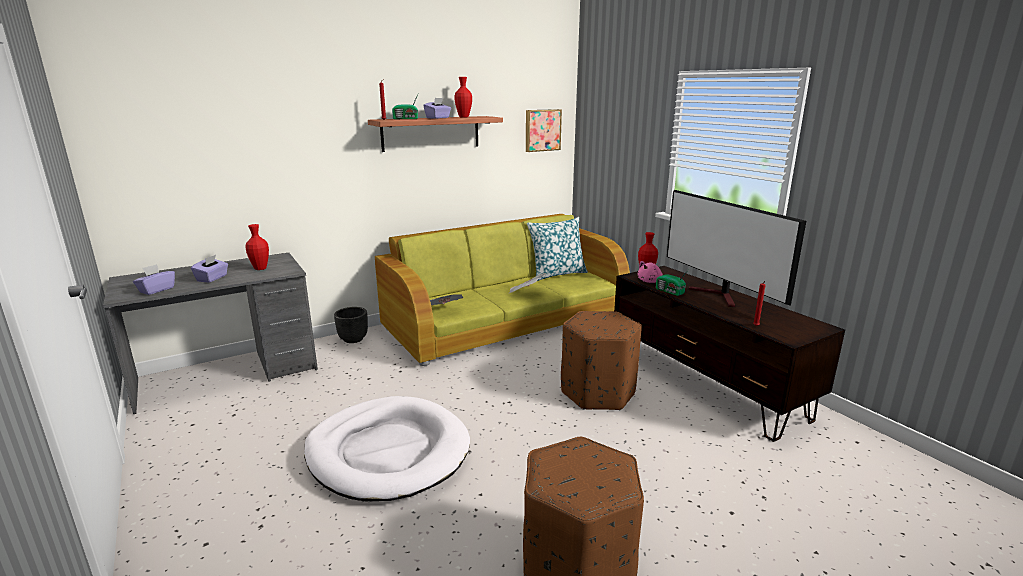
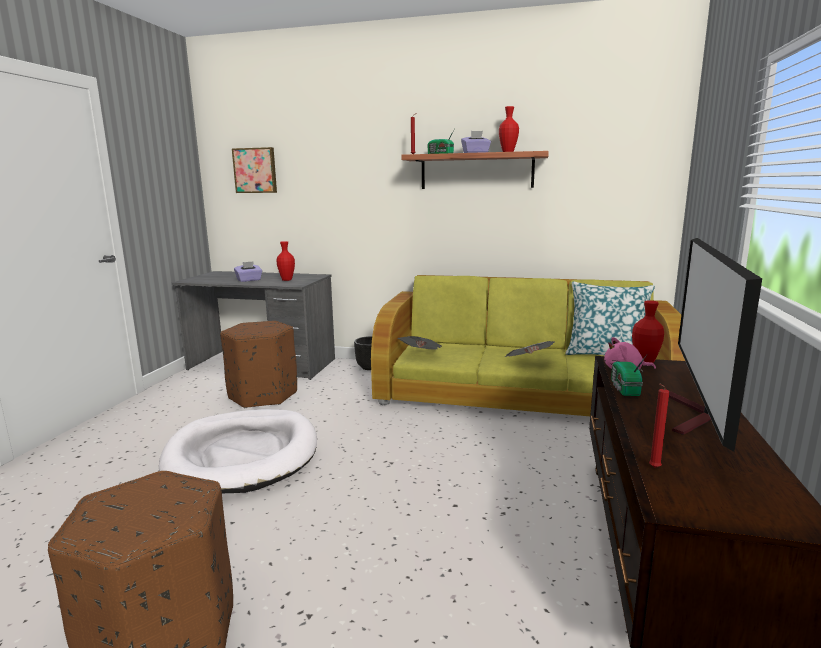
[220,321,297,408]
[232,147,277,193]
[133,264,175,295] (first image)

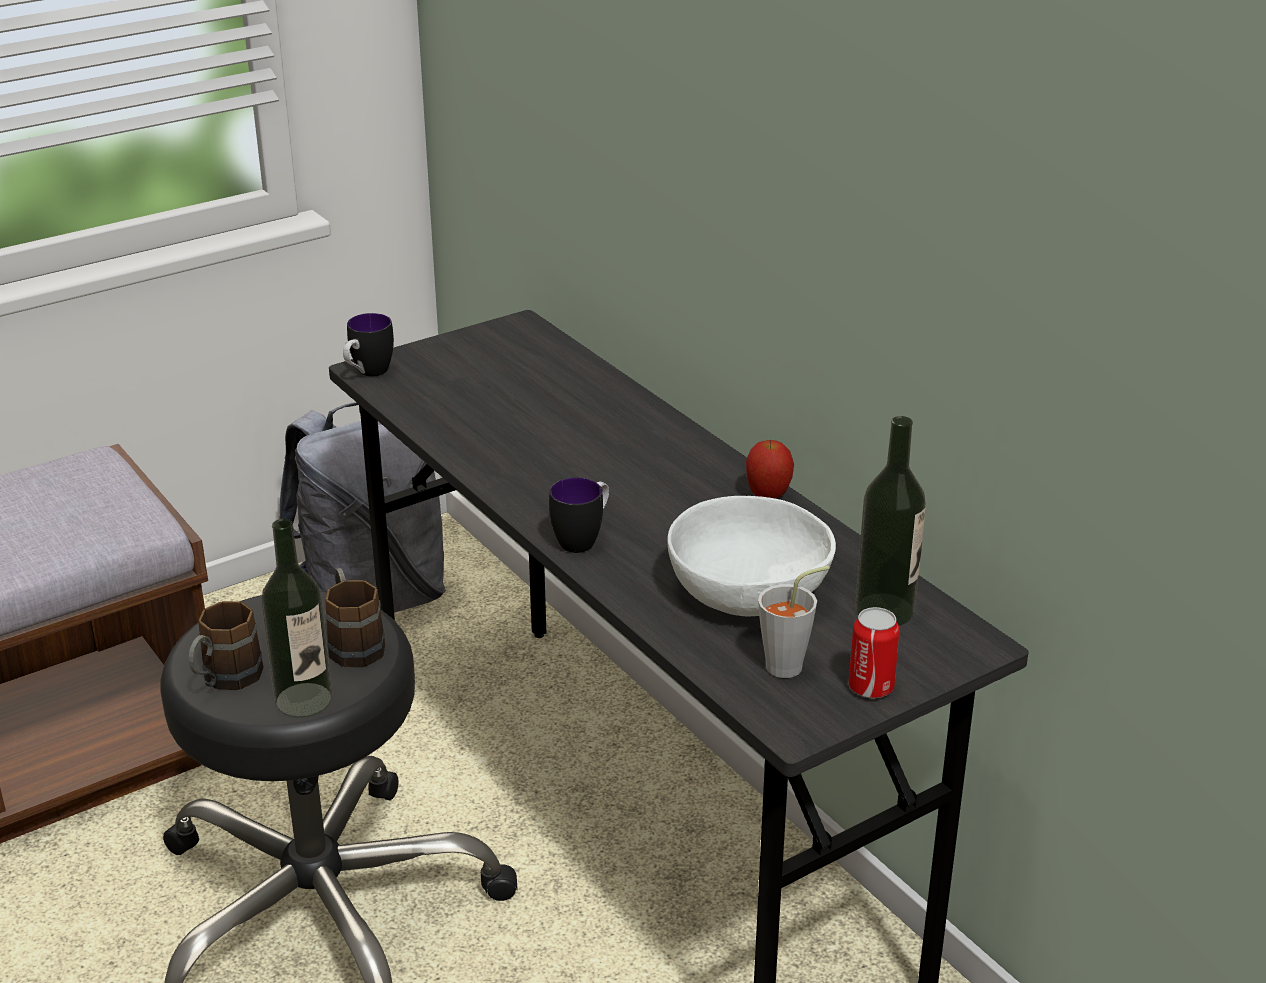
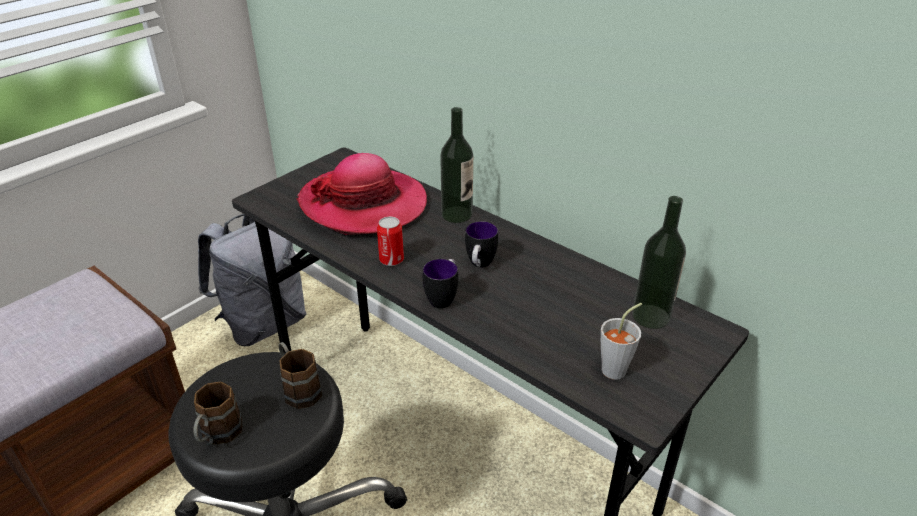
[296,153,427,235]
[377,217,404,266]
[440,107,473,223]
[465,221,498,268]
[667,496,836,616] (first image)
[746,439,794,499] (first image)

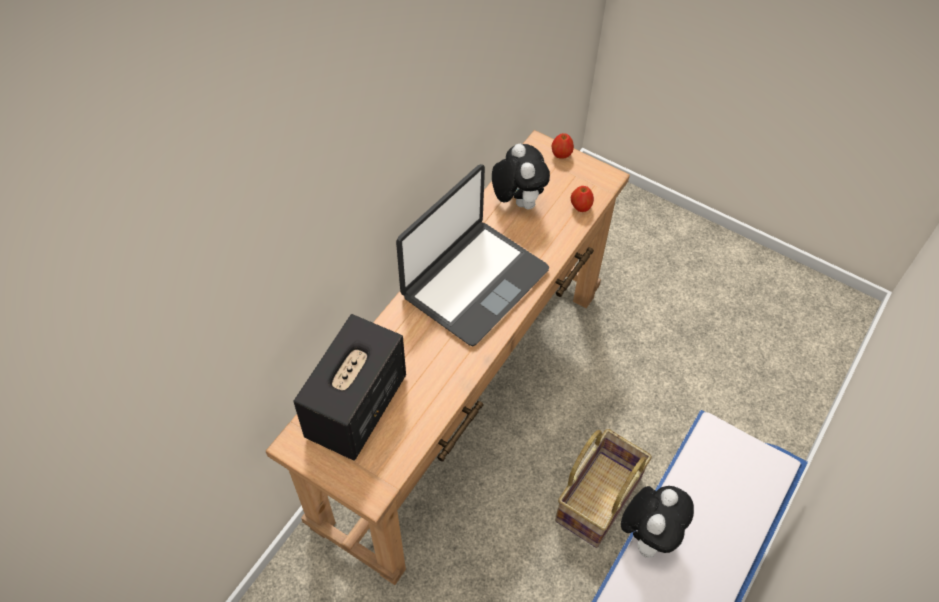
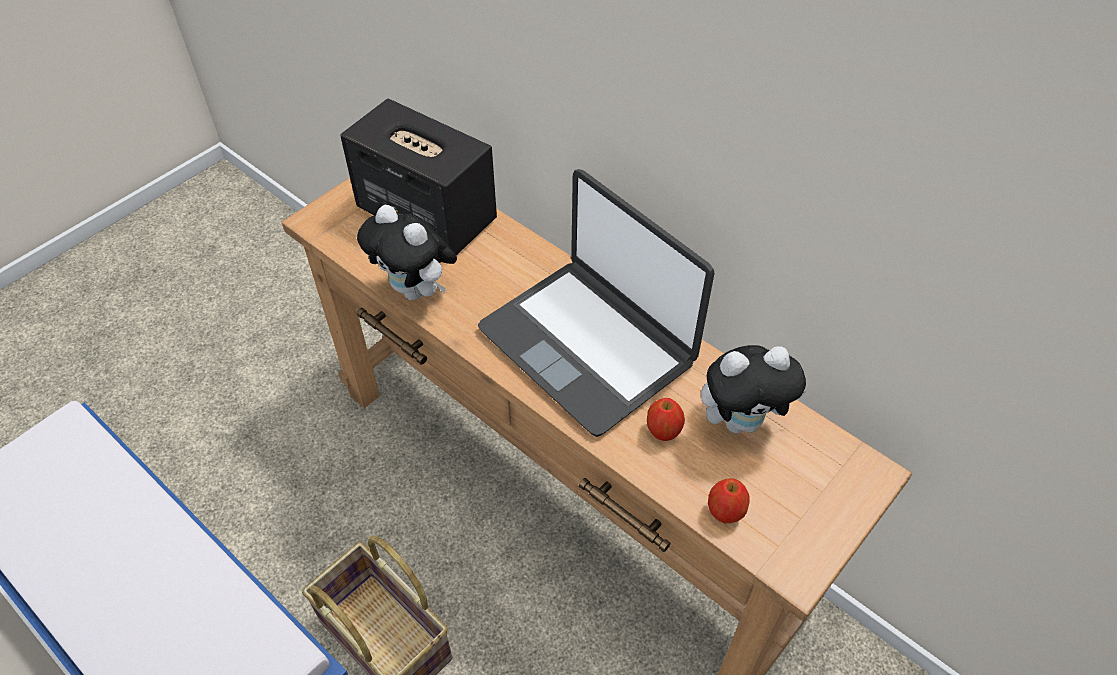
[357,205,457,300]
[647,398,685,441]

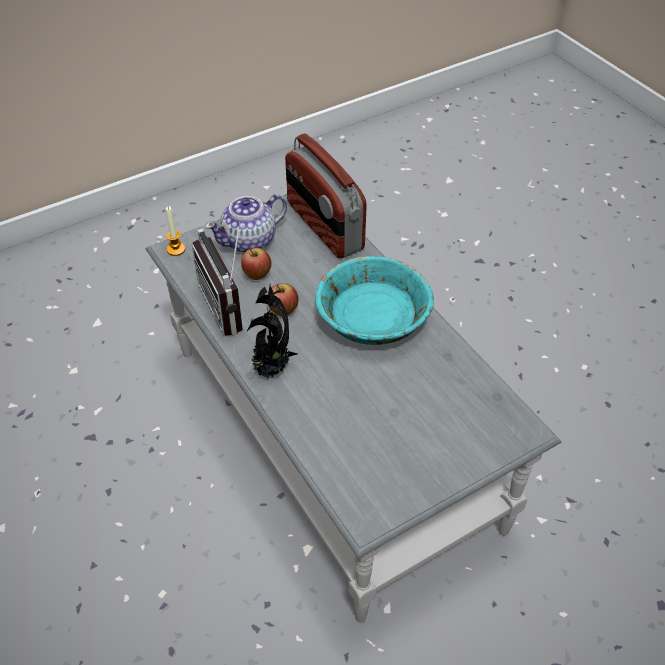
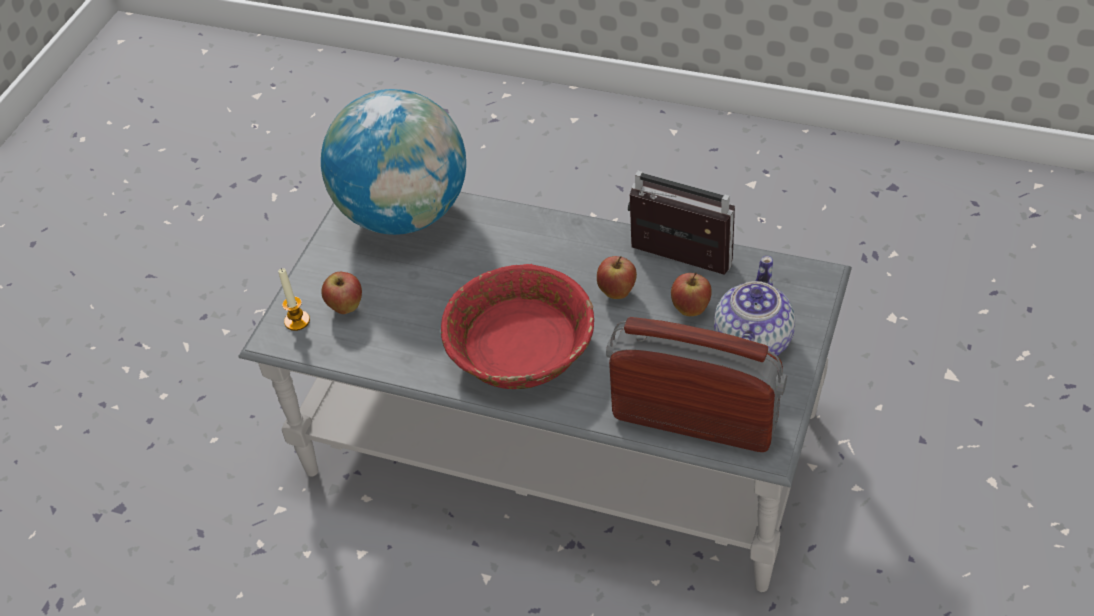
[278,268,310,331]
[321,89,466,235]
[321,272,362,314]
[441,264,594,389]
[247,283,297,378] (first image)

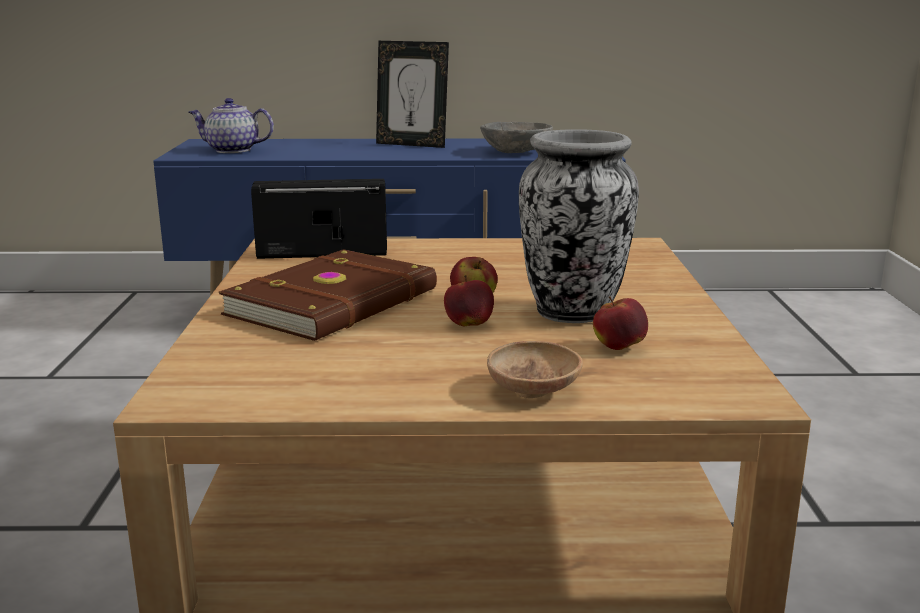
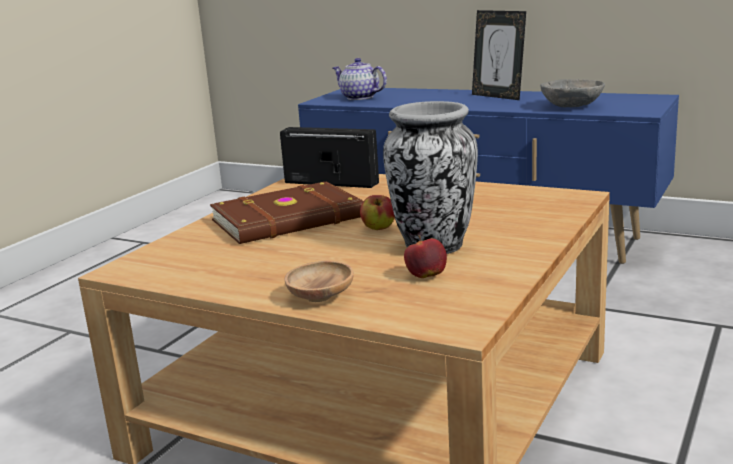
[444,275,494,326] (first image)

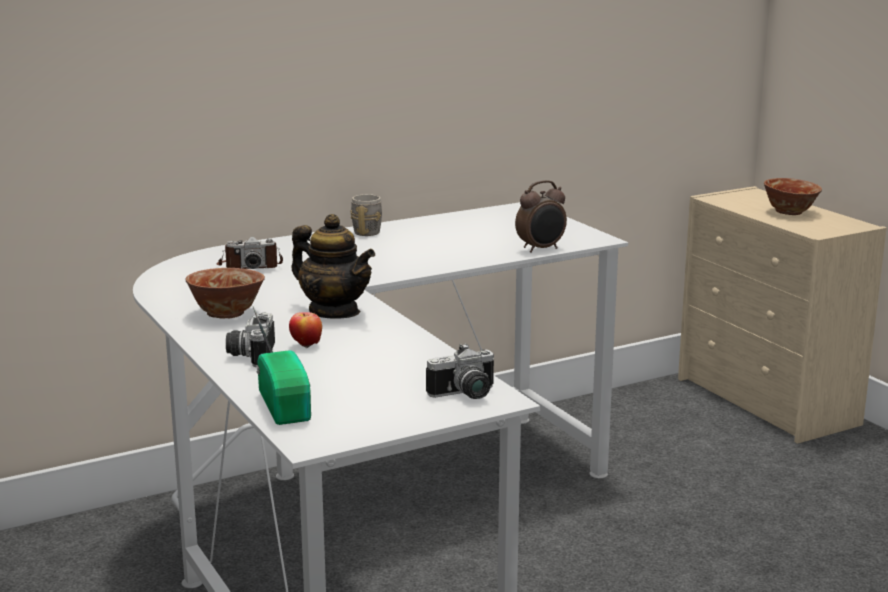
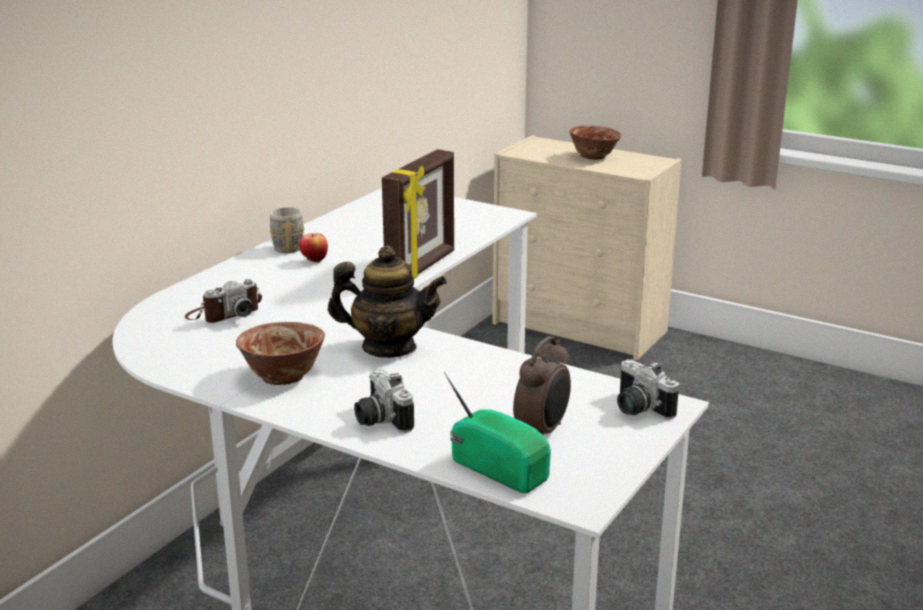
[299,233,328,263]
[382,149,454,279]
[513,336,571,435]
[617,359,679,420]

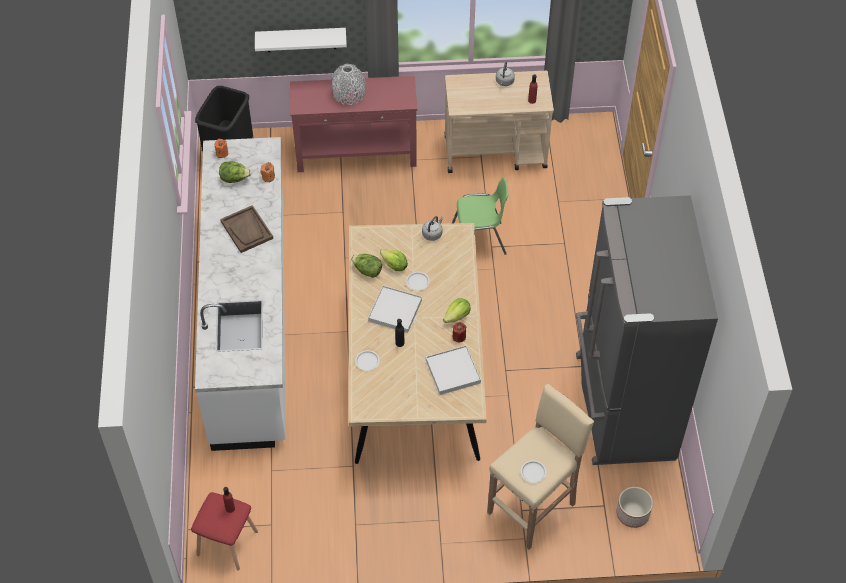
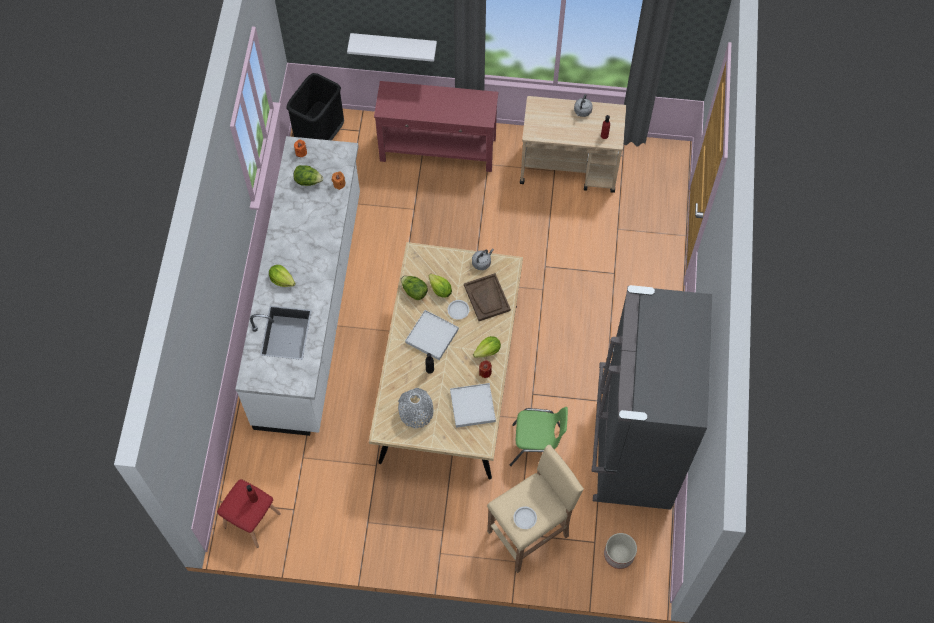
[269,265,295,287]
[398,388,433,428]
[464,273,511,321]
[510,407,568,466]
[355,350,380,371] (first image)

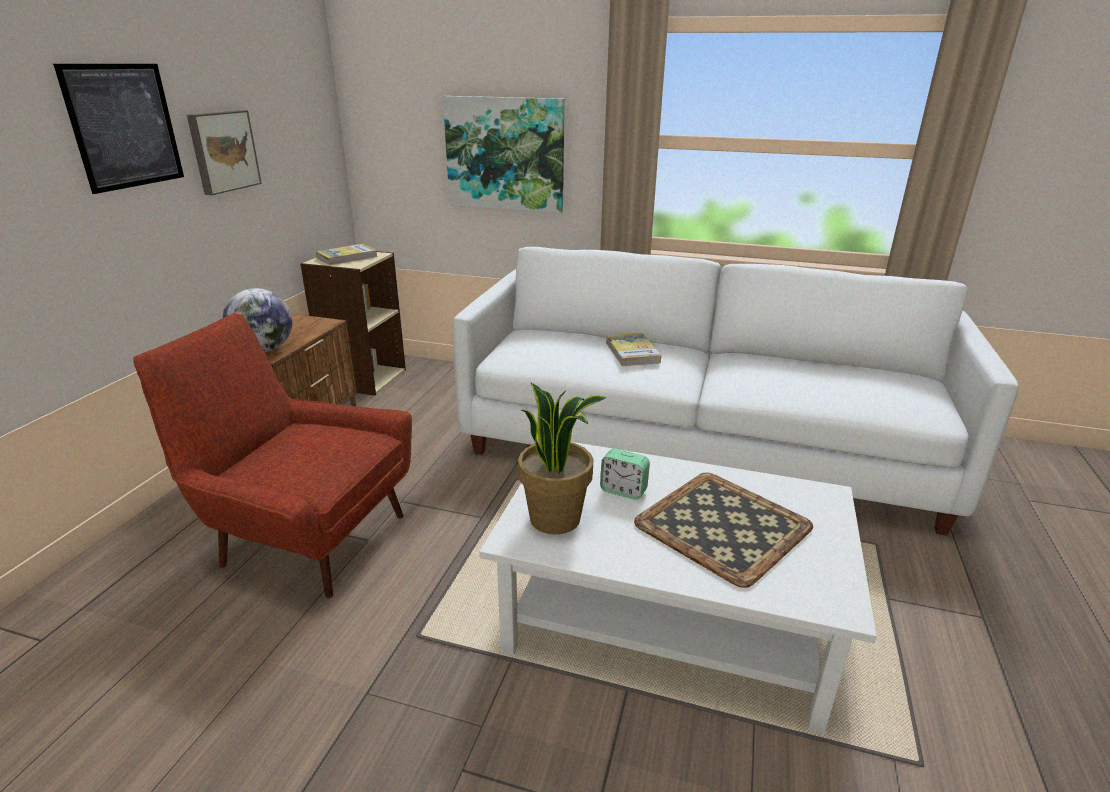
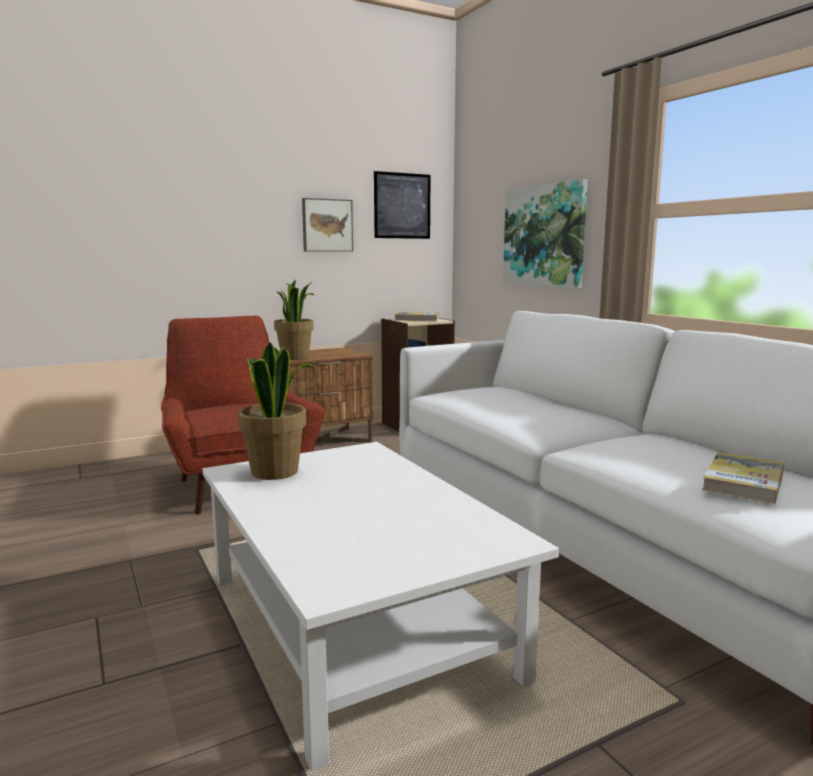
[274,280,314,360]
[374,171,431,239]
[702,452,784,504]
[600,449,650,500] (first image)
[634,473,813,588] (first image)

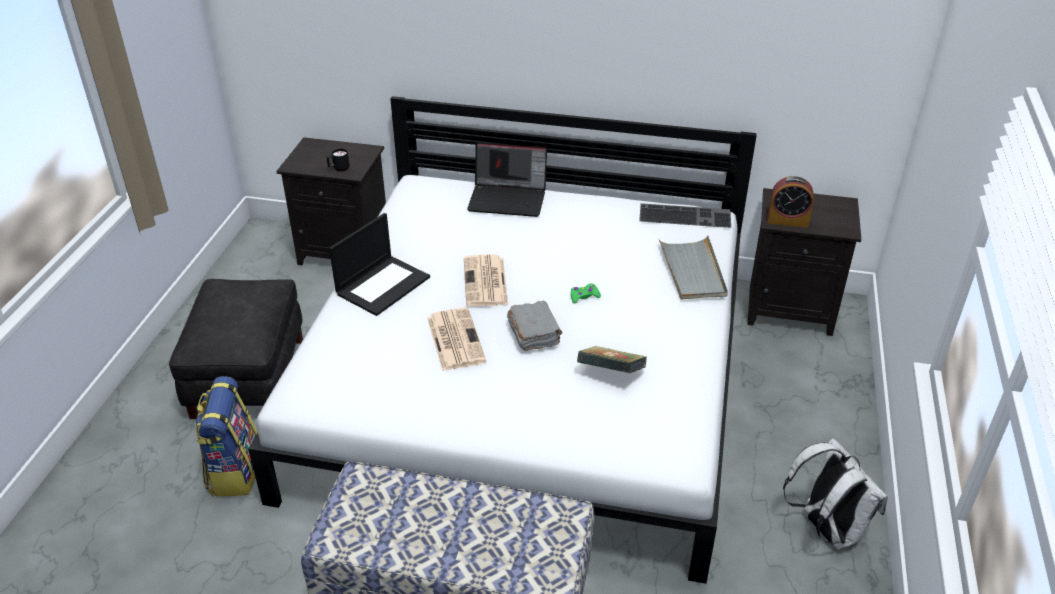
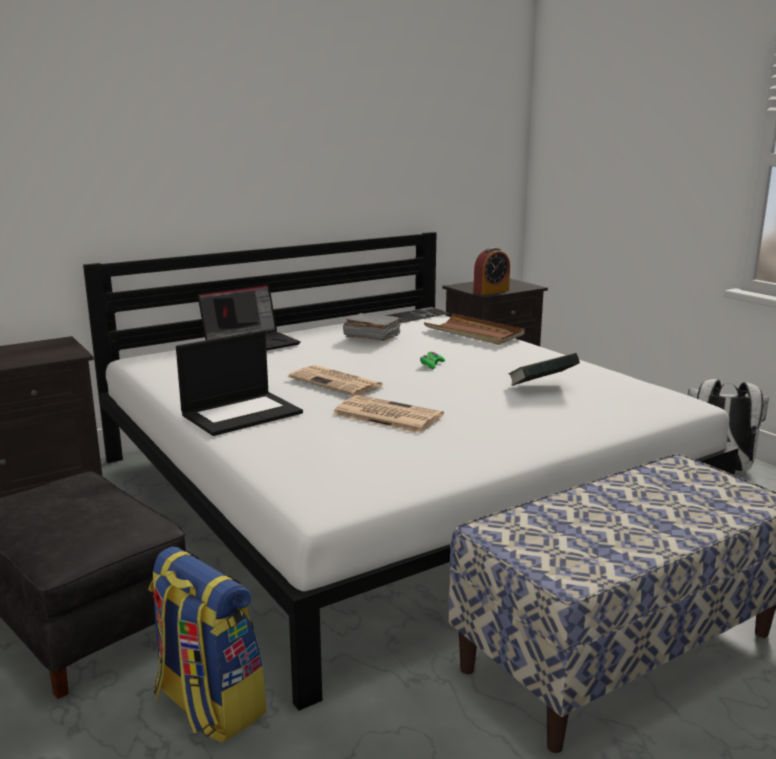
[176,330,303,436]
[343,313,402,341]
[424,313,525,345]
[326,149,349,172] (first image)

